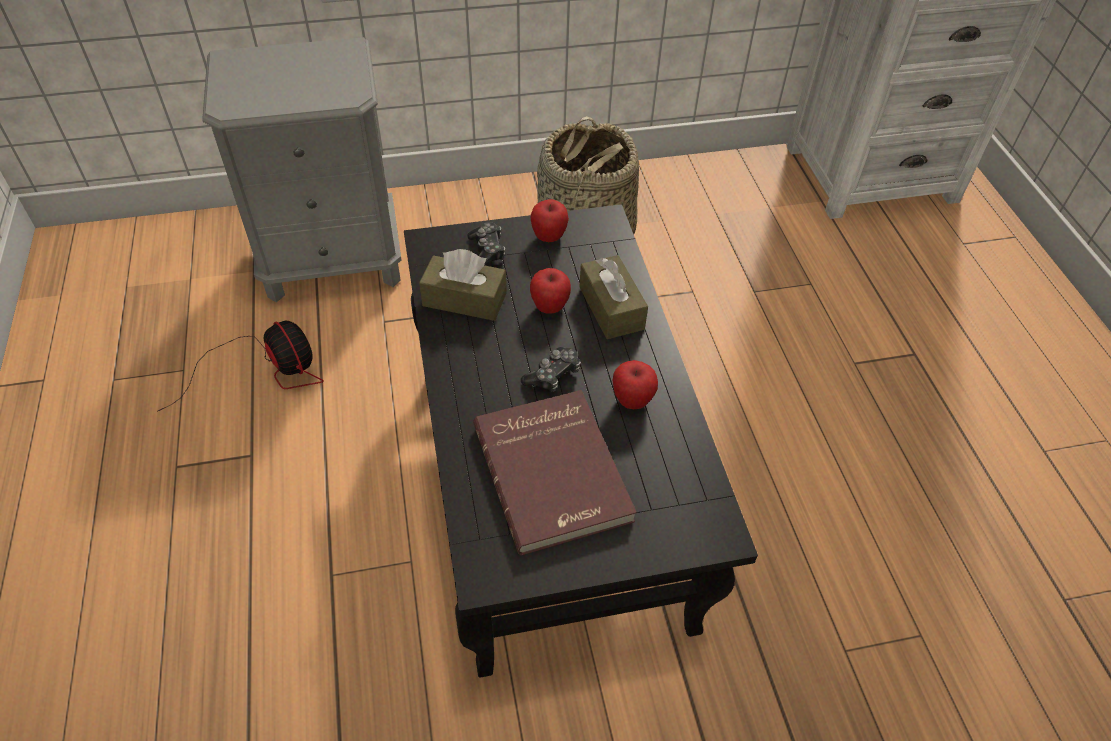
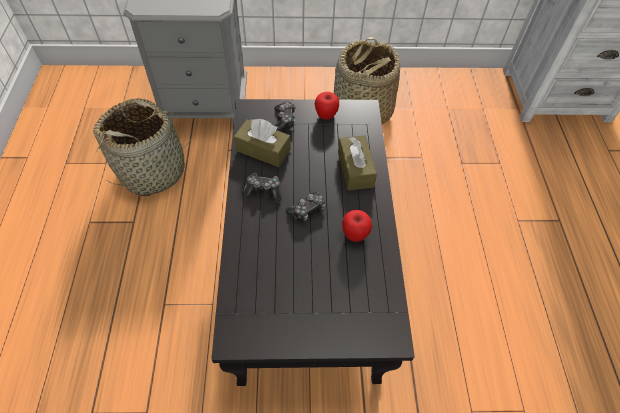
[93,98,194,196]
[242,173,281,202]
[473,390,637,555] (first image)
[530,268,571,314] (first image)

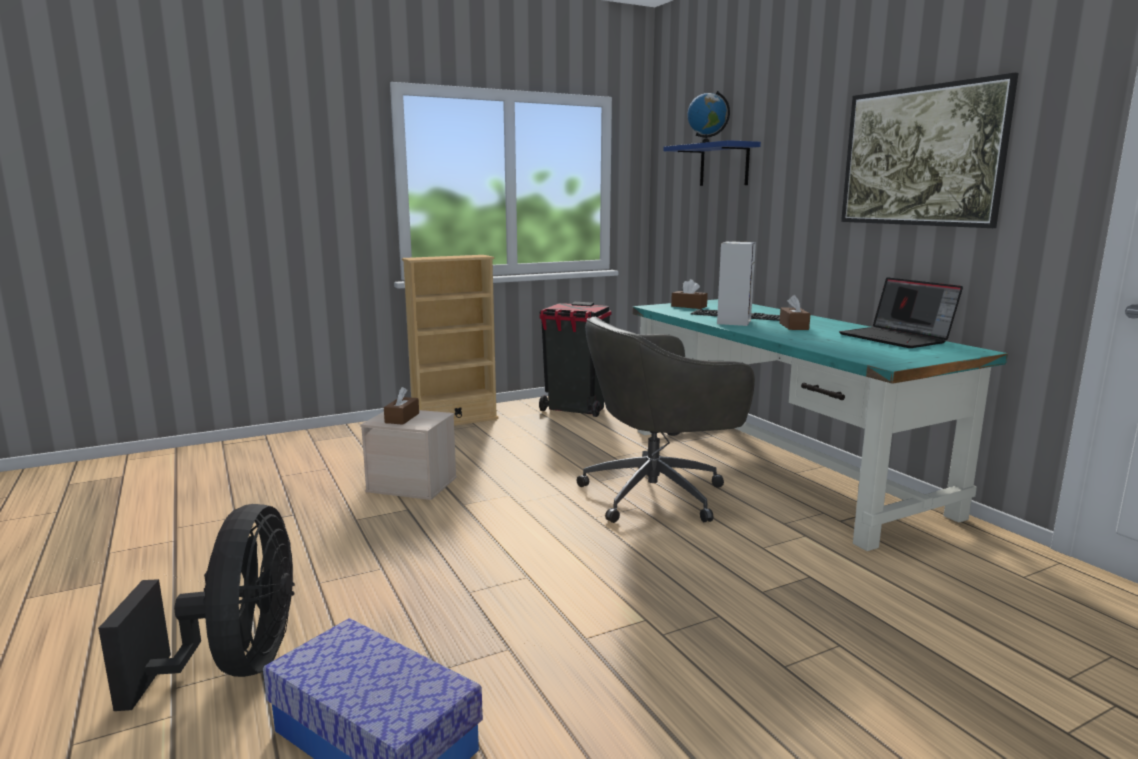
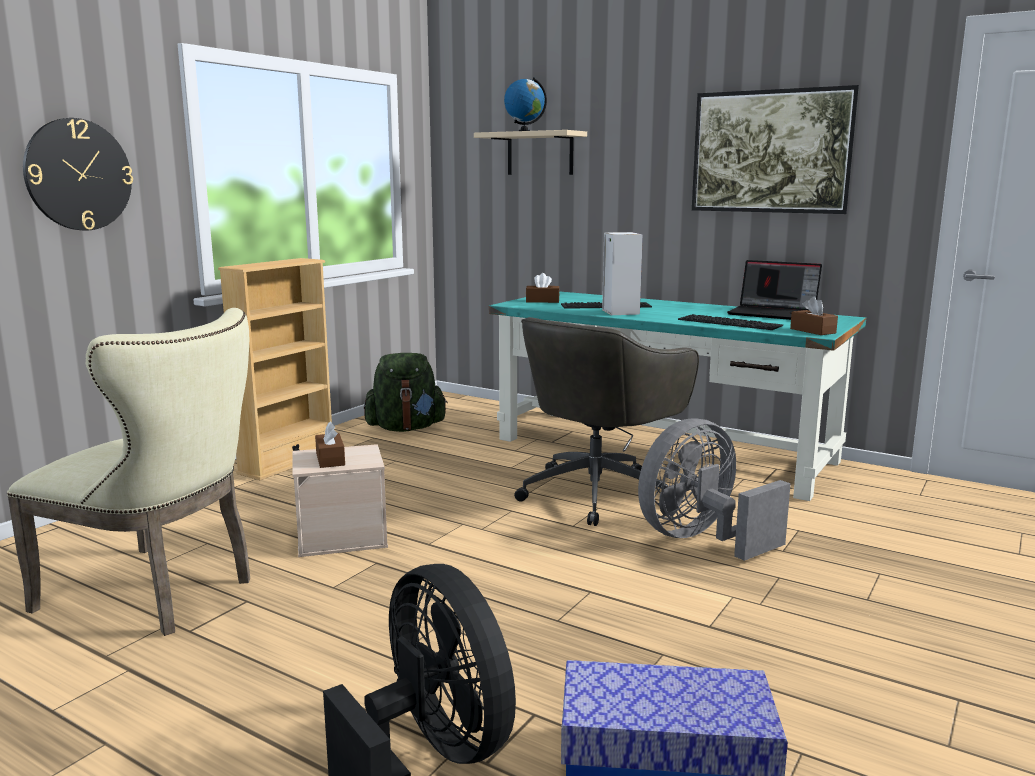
[7,308,250,636]
[23,118,133,230]
[364,353,448,432]
[474,130,587,175]
[638,418,791,561]
[678,314,783,330]
[790,297,838,335]

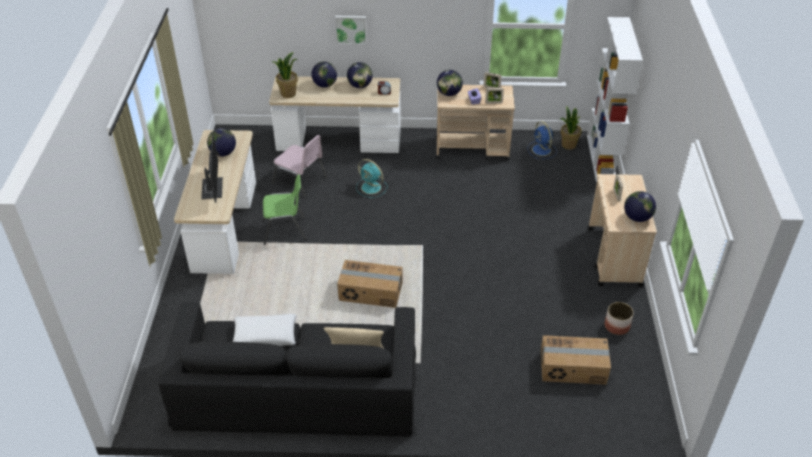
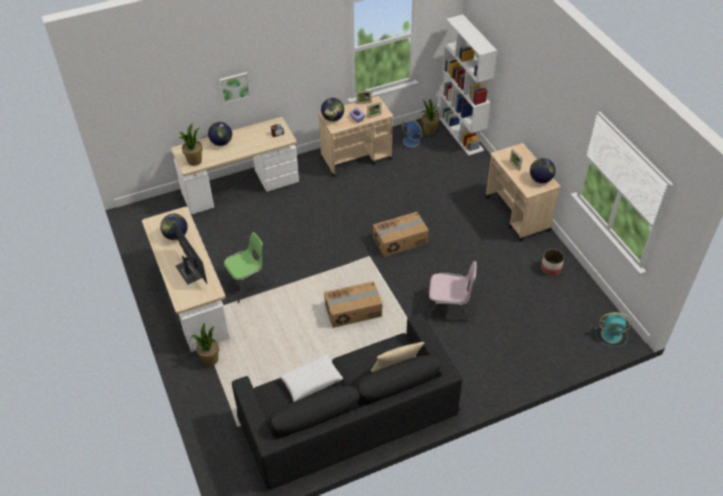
[192,322,220,366]
[373,212,429,257]
[427,261,477,321]
[595,312,632,347]
[347,62,373,88] (first image)

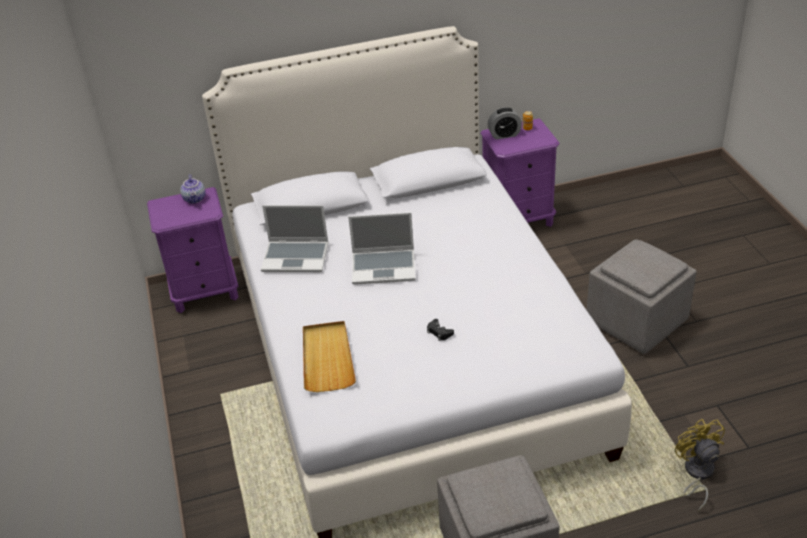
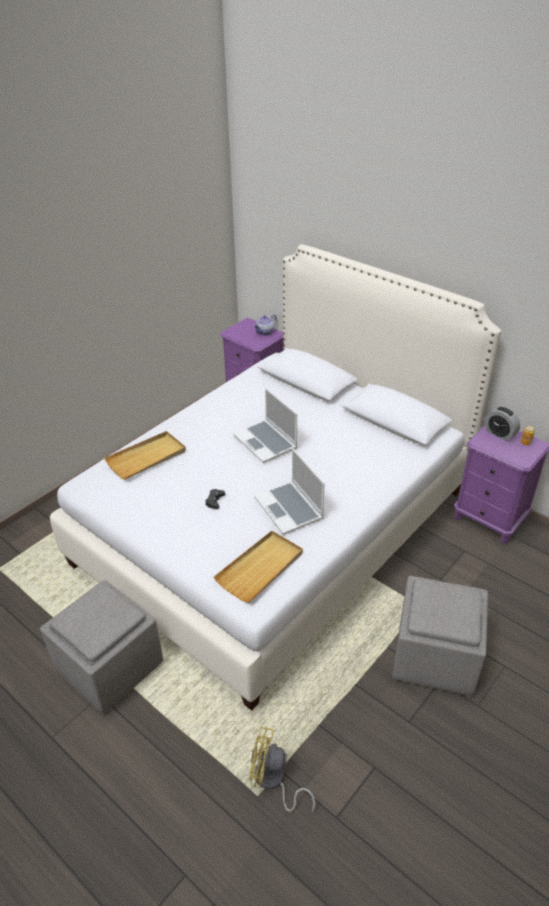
[214,531,303,603]
[250,727,315,812]
[254,448,325,535]

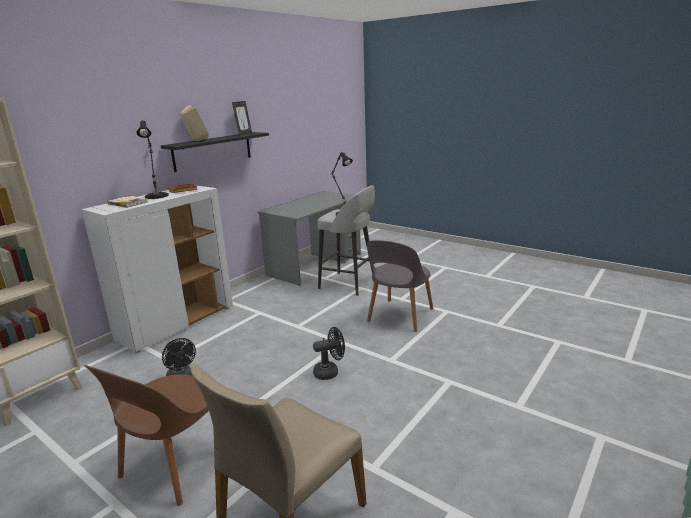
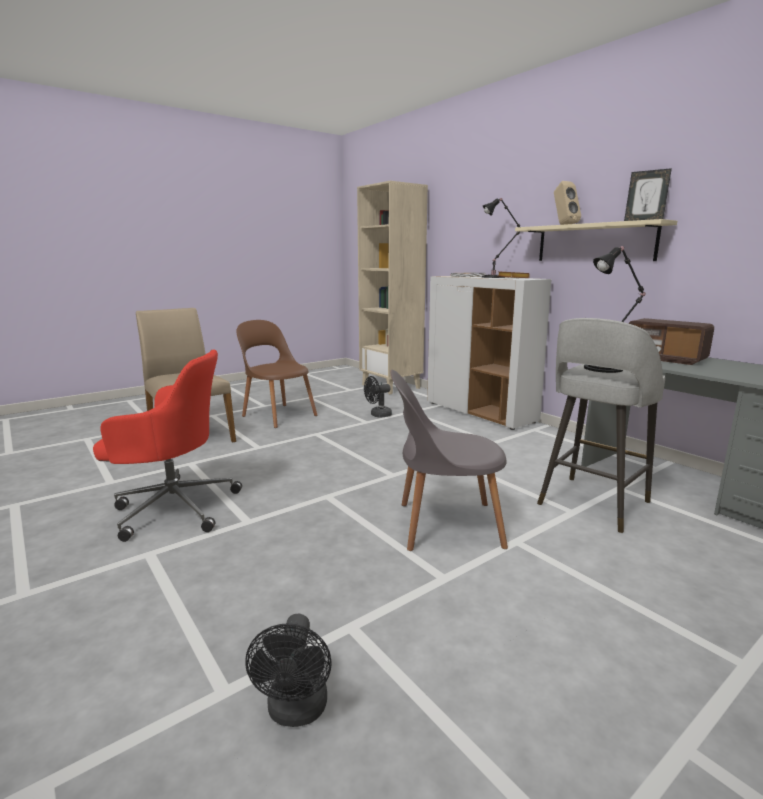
[93,350,242,542]
[245,614,332,727]
[390,370,508,551]
[515,219,677,261]
[629,318,714,365]

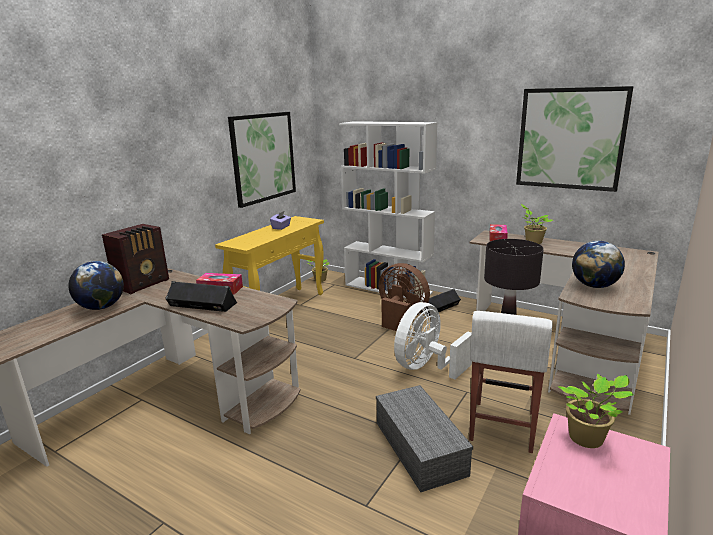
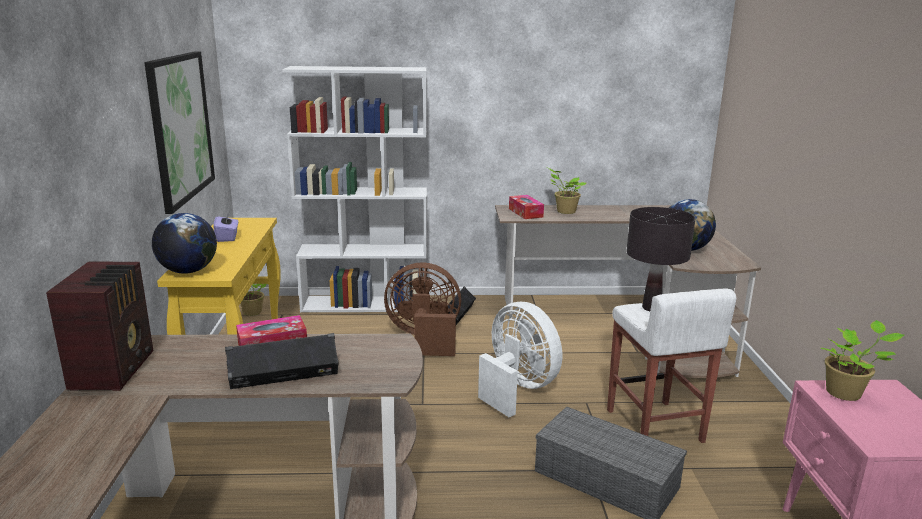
[152,213,217,274]
[478,302,562,417]
[516,86,634,192] (first image)

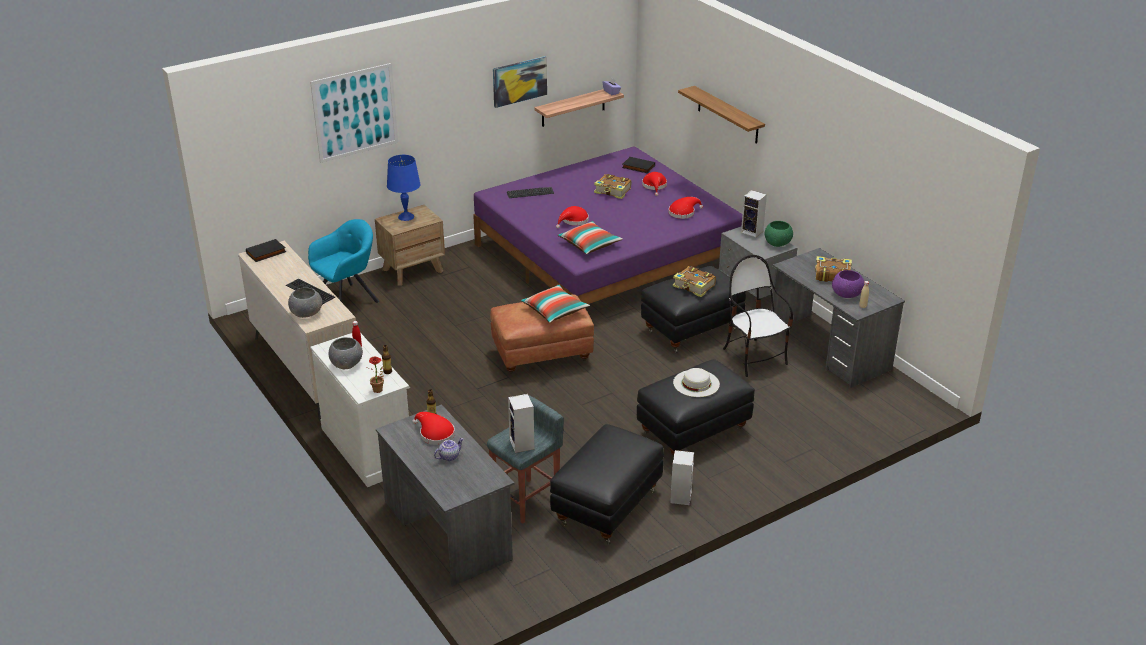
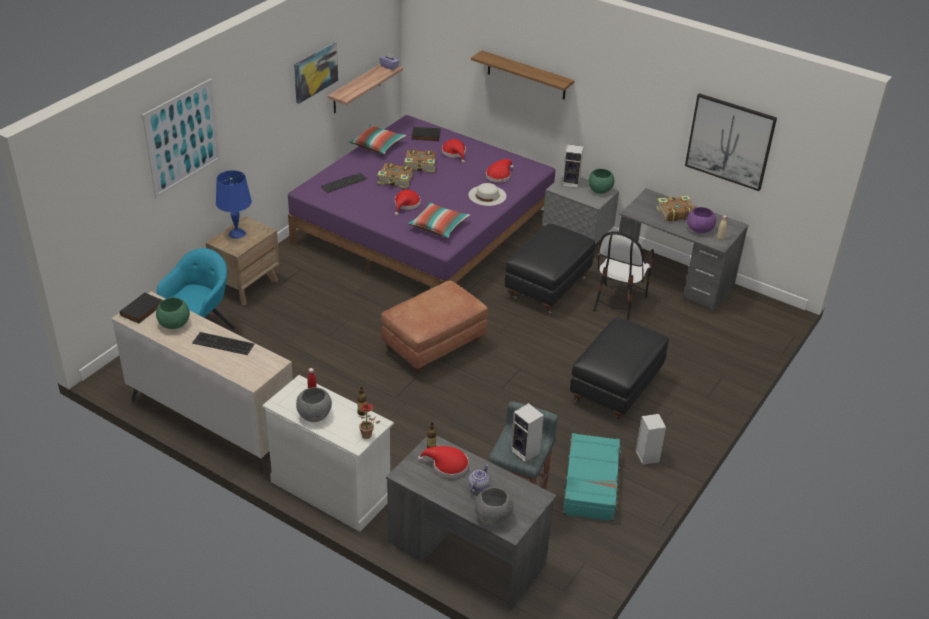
[156,297,190,329]
[349,125,407,154]
[377,163,413,189]
[468,183,506,206]
[475,487,513,525]
[563,433,622,522]
[593,231,654,320]
[685,93,777,191]

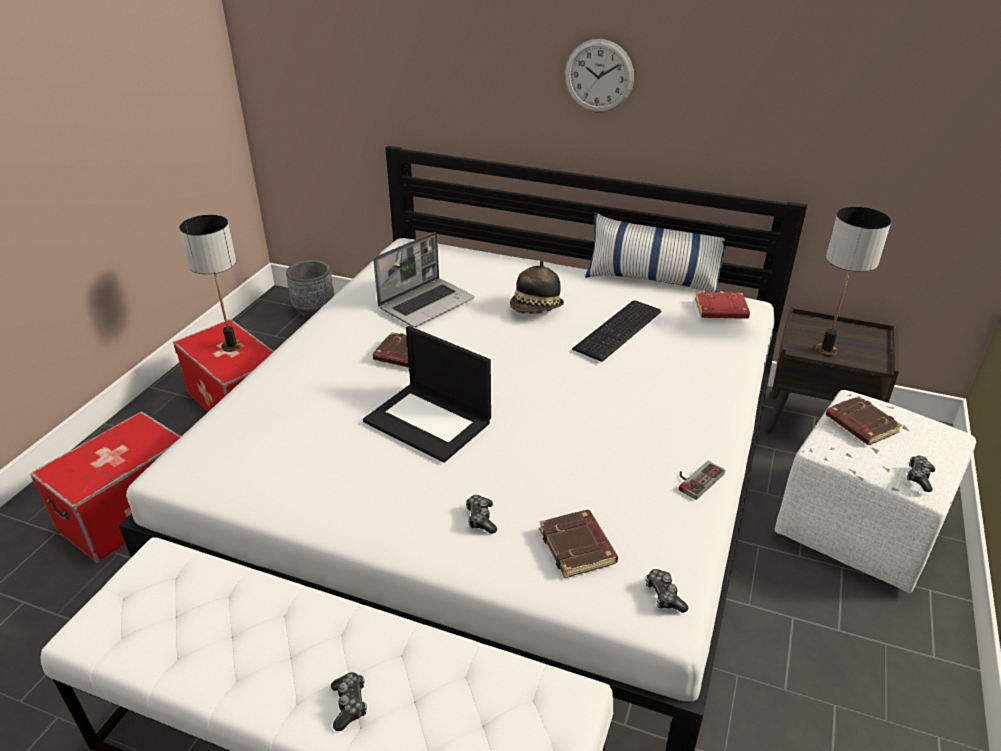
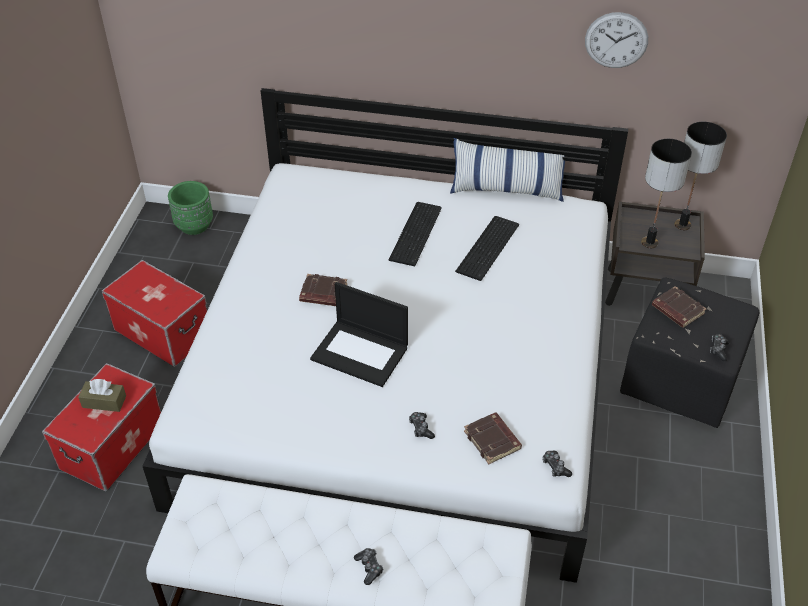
[78,379,126,412]
[168,181,213,235]
[389,202,442,266]
[585,12,648,68]
[620,278,759,428]
[675,122,727,230]
[373,232,475,327] (first image)
[678,461,725,500] (first image)
[695,291,750,318] (first image)

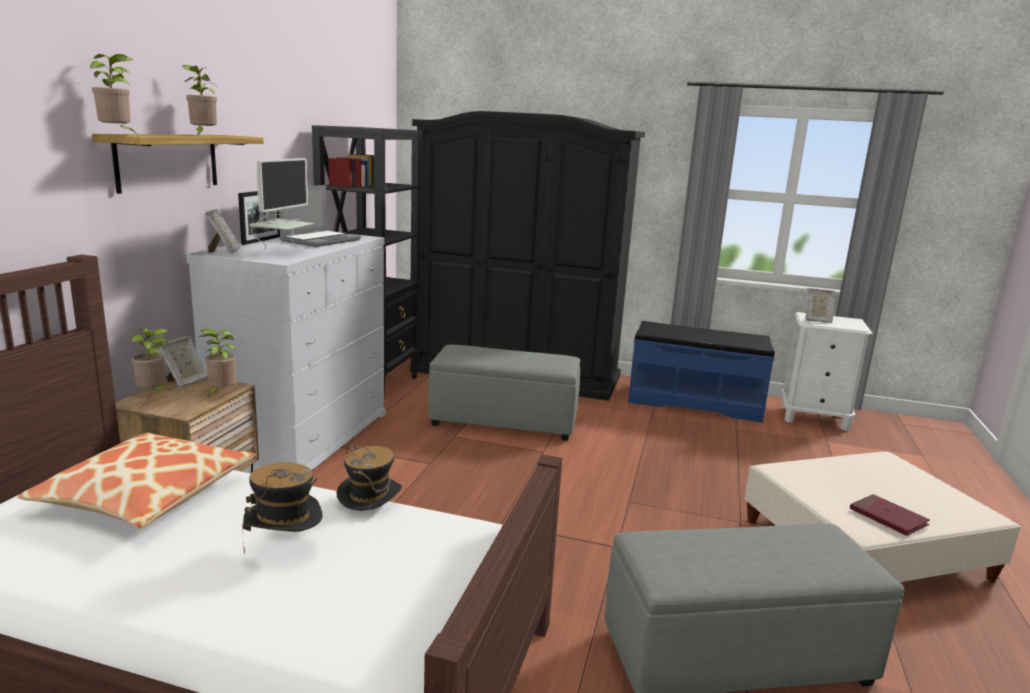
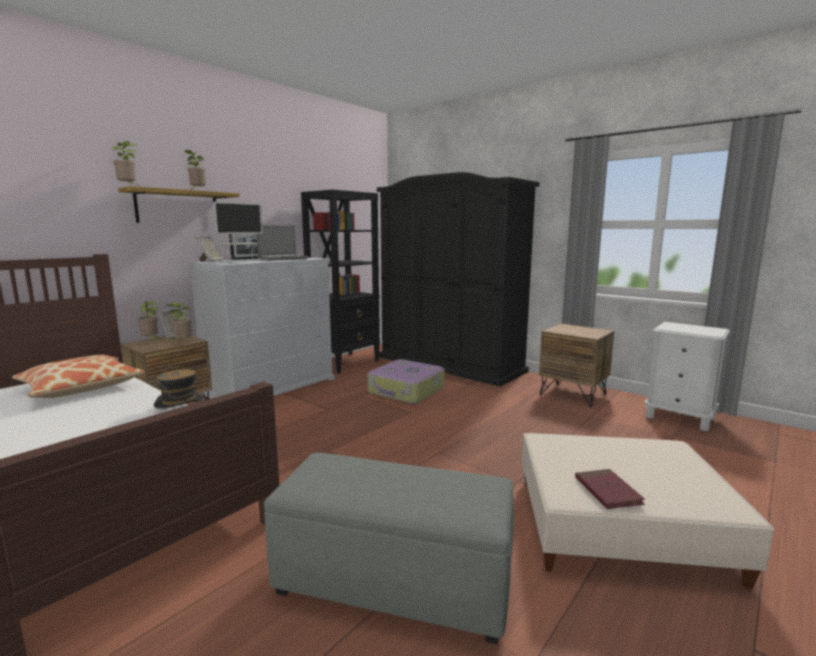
[368,359,445,404]
[539,324,614,407]
[242,462,323,553] (first image)
[805,288,835,323] (first image)

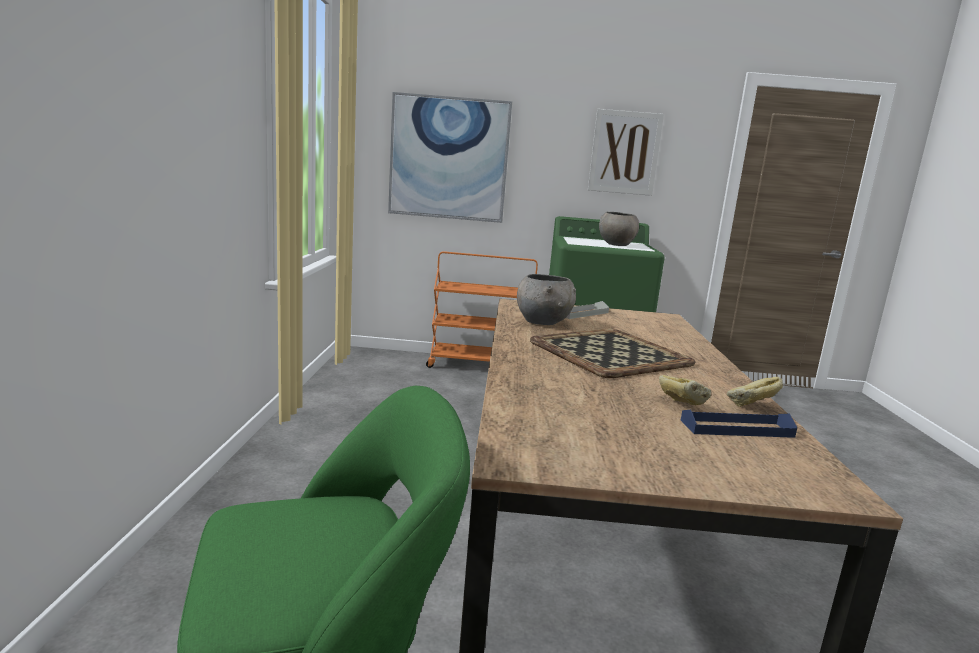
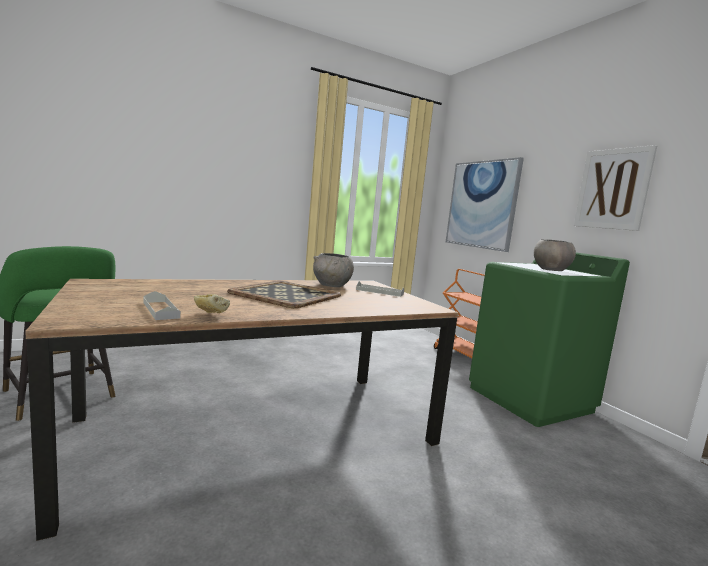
[143,291,181,320]
[659,375,711,405] (first image)

